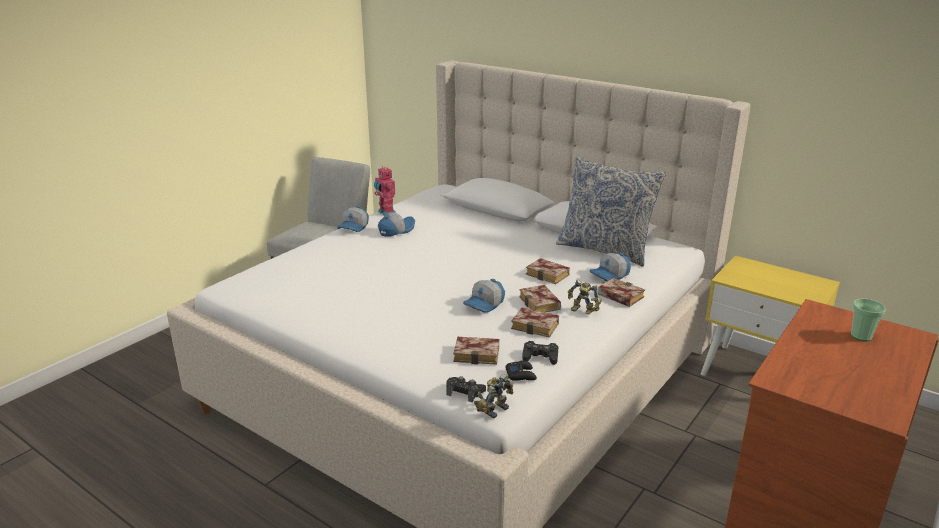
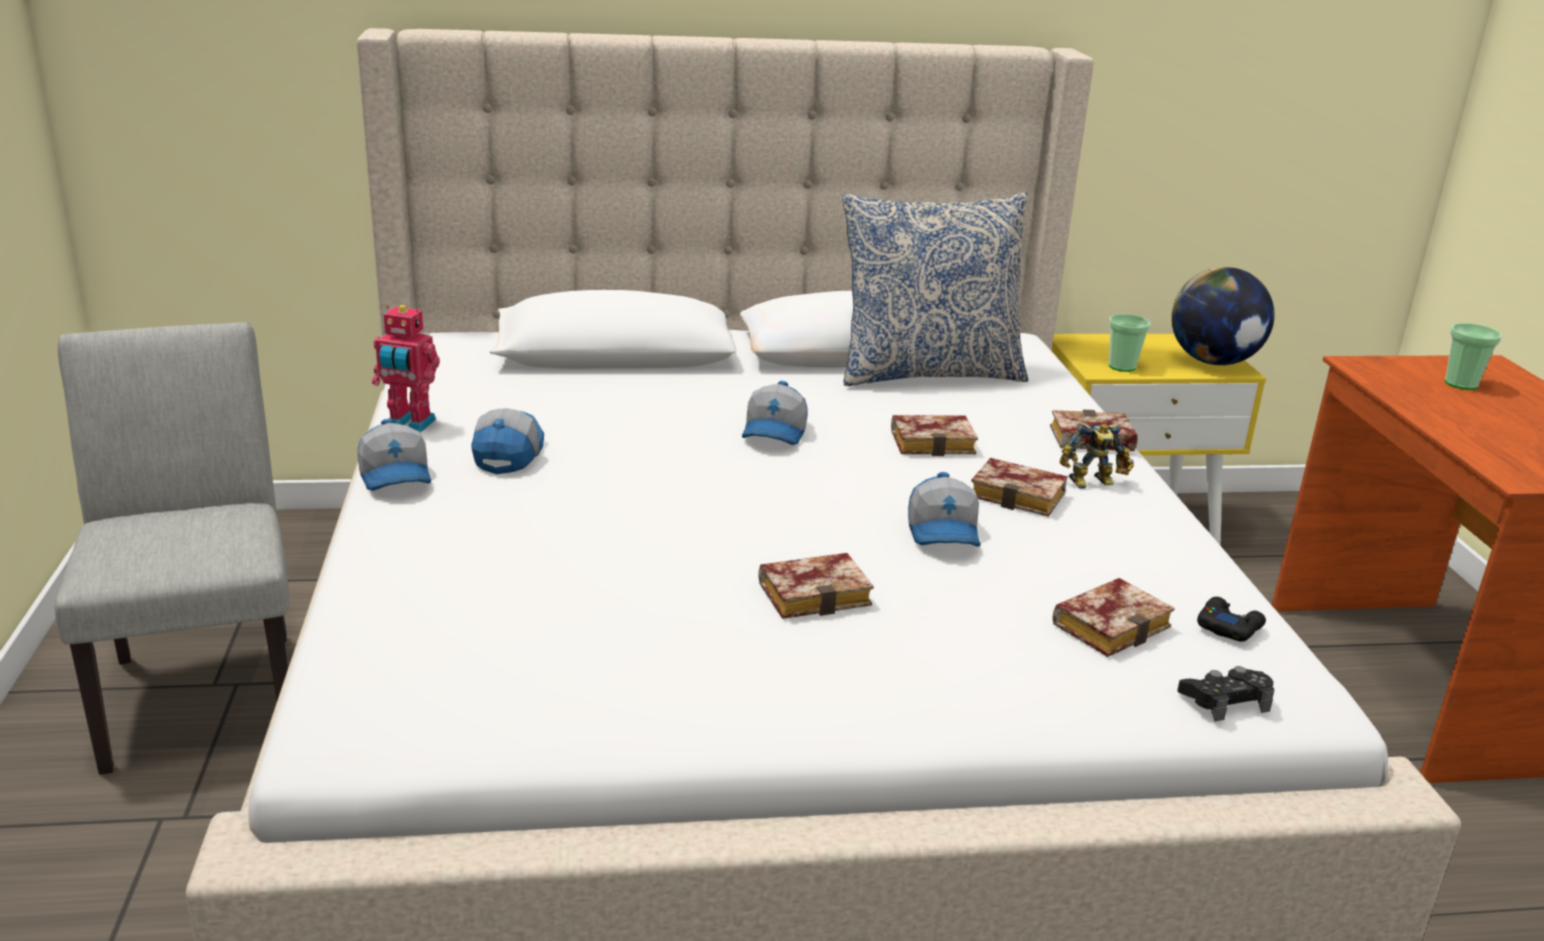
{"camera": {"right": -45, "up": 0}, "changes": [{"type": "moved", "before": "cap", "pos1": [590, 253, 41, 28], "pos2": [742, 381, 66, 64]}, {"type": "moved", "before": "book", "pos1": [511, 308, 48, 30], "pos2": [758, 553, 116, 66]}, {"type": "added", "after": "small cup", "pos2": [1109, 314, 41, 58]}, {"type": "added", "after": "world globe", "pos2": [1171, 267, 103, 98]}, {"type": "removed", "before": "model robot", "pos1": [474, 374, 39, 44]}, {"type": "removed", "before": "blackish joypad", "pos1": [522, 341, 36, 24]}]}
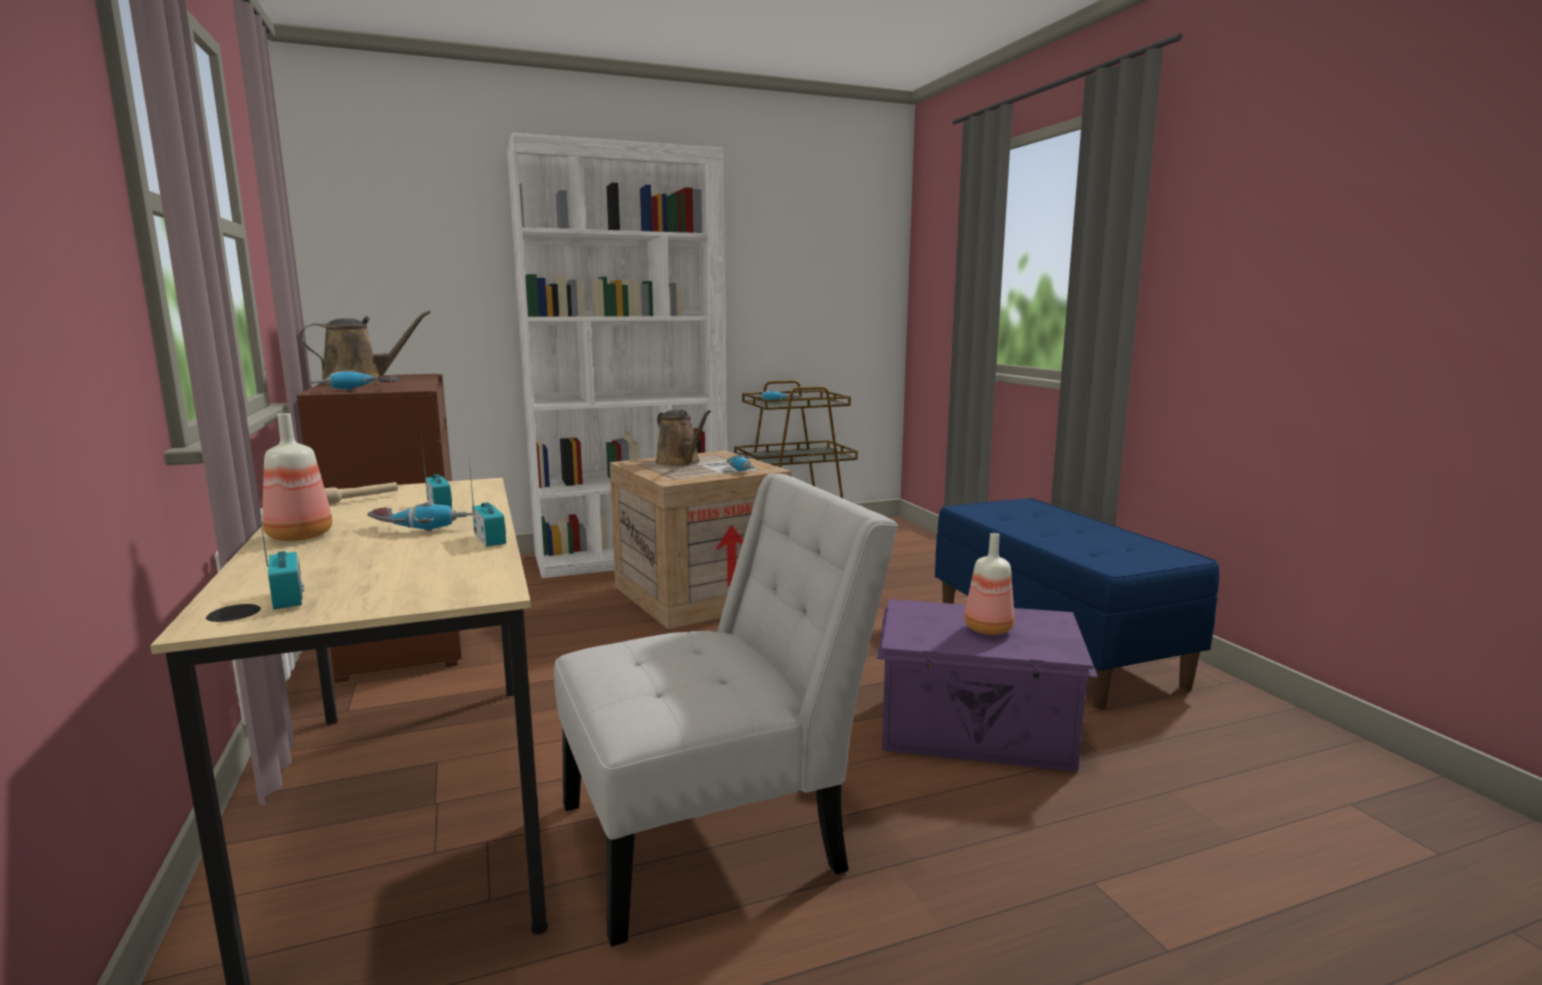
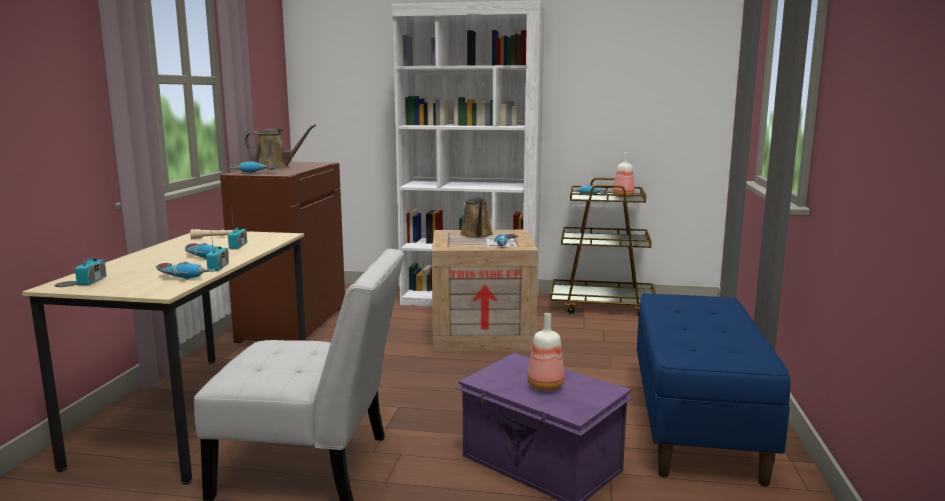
{"camera": {"right": 30, "up": 0}, "changes": [{"type": "added", "after": "electric drill", "pos2": [156, 262, 60, 17]}, {"type": "moved", "before": "bottle", "pos1": [262, 413, 71, 128], "pos2": [613, 152, 22, 45]}]}
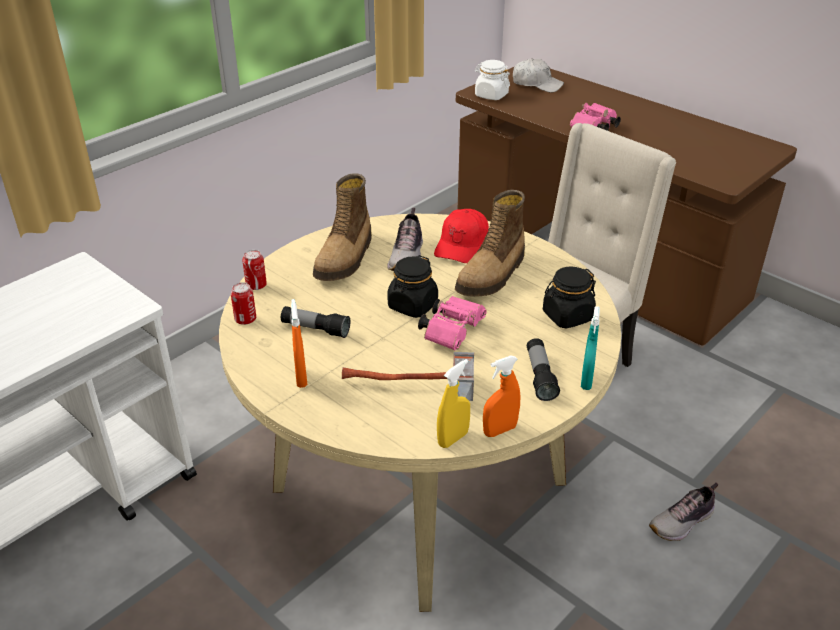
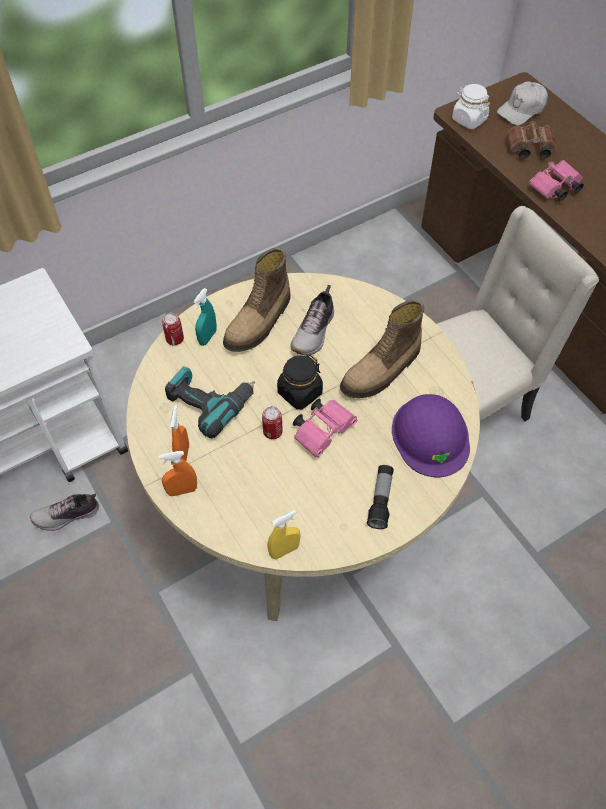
{"camera": {"right": 15, "up": 20}, "changes": [{"type": "moved", "before": "shoe", "pos1": [649, 483, 70, 58], "pos2": [30, 493, 69, 38]}, {"type": "moved", "before": "orangey spray bottle", "pos1": [483, 355, 37, 82], "pos2": [159, 451, 38, 45]}, {"type": "replaced", "before": "flashlight", "after": "electric drill", "pos1": [281, 306, 69, 32], "pos2": [165, 366, 90, 72]}, {"type": "moved", "before": "blue-green spray bottle", "pos1": [581, 306, 19, 84], "pos2": [194, 288, 23, 58]}, {"type": "moved", "before": "sealed can", "pos1": [231, 282, 25, 43], "pos2": [262, 406, 21, 33]}, {"type": "replaced", "before": "blackish preserve jar", "after": "purple safety helmet", "pos1": [543, 266, 53, 63], "pos2": [392, 394, 78, 83]}, {"type": "turned", "before": "whitish cap", "pos1": [513, 58, 51, 35], "pos2": [497, 81, 51, 44], "turn": 105}, {"type": "added", "after": "brown pair of binoculars", "pos2": [506, 121, 51, 38]}, {"type": "removed", "before": "hand hammer", "pos1": [342, 352, 132, 49]}, {"type": "removed", "before": "reddish cap", "pos1": [434, 209, 55, 54]}]}
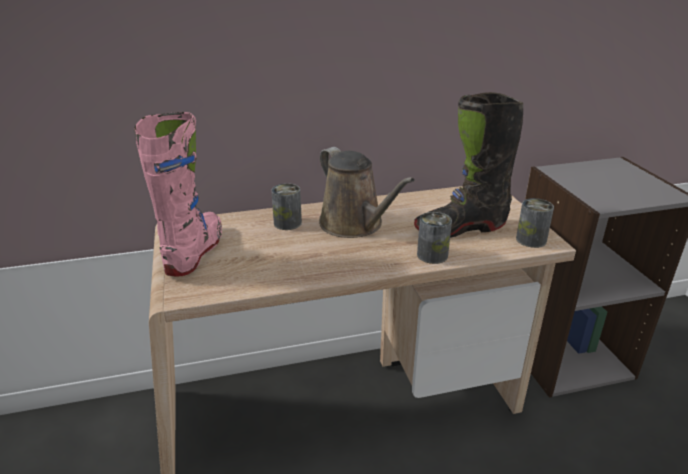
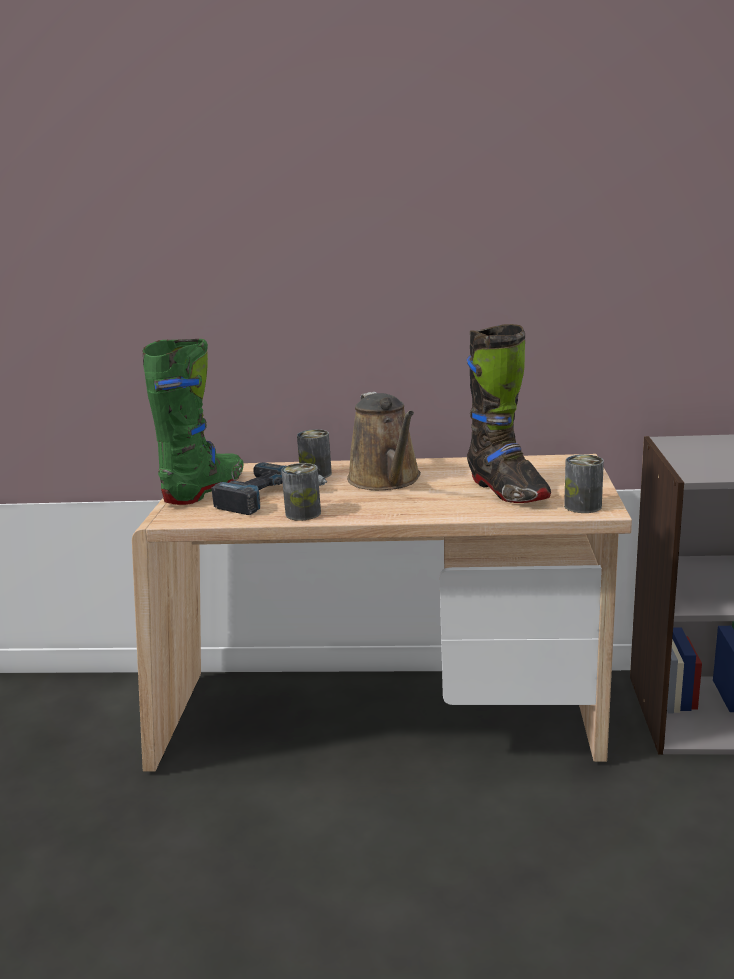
{"camera": {"right": 20, "up": -10}, "changes": [{"type": "recoloured", "before": "pink boot", "after": "green-coloured boot", "pos1": [134, 112, 88, 165], "pos2": [143, 339, 100, 166]}, {"type": "added", "after": "electric drill", "pos2": [211, 463, 116, 52]}, {"type": "moved", "before": "sealed can", "pos1": [417, 212, 35, 52], "pos2": [281, 463, 40, 58]}, {"type": "turned", "before": "blackish boot", "pos1": [414, 92, 109, 146], "pos2": [467, 324, 84, 179], "turn": -120}]}
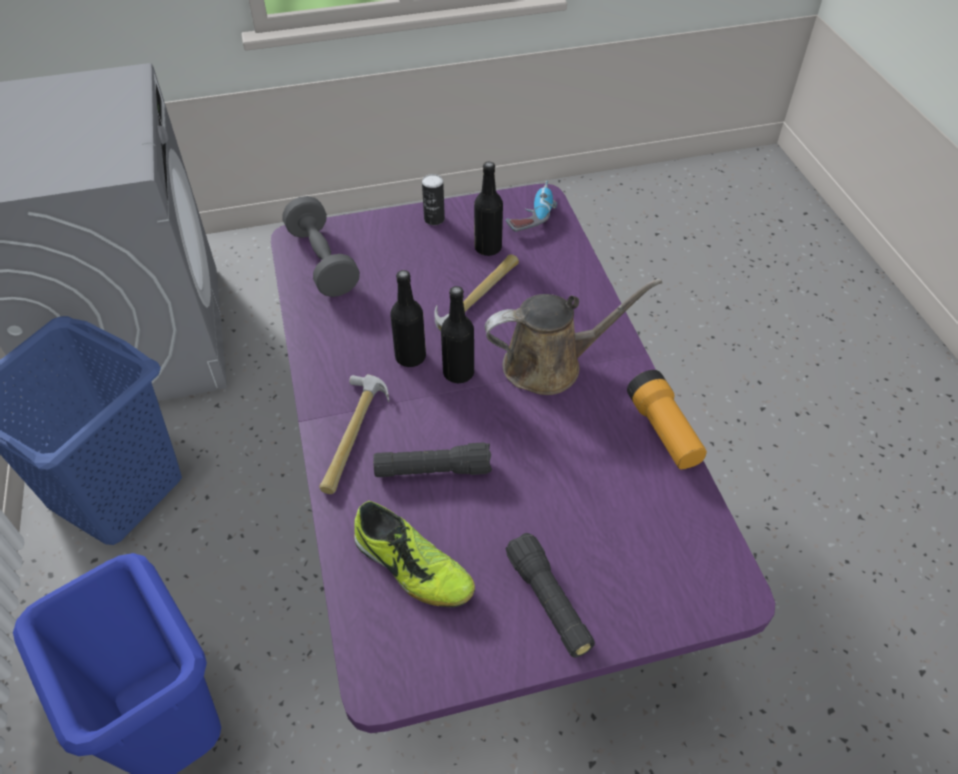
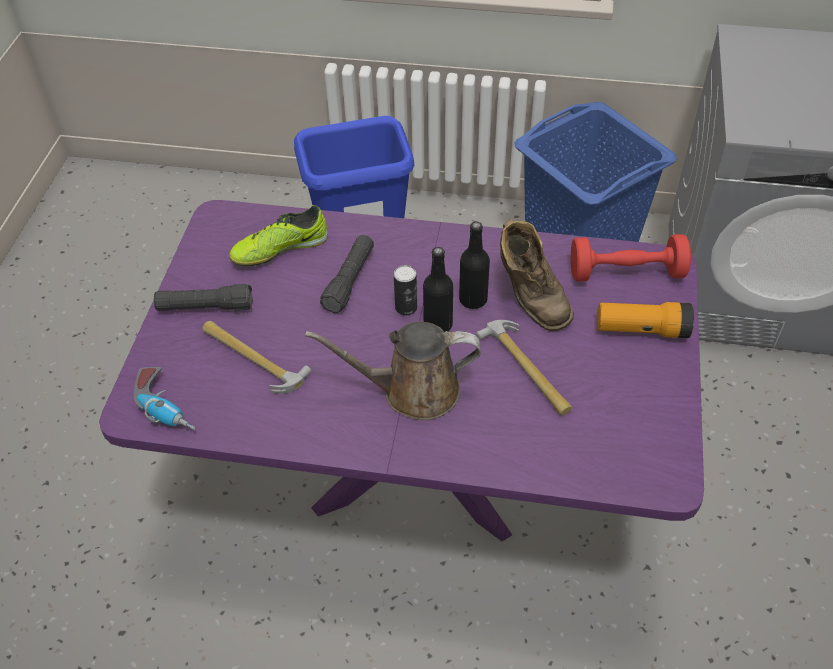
{"camera": {"right": 115, "up": 0}, "changes": [{"type": "moved", "before": "electric drill", "pos1": [506, 181, 51, 51], "pos2": [134, 367, 61, 63]}, {"type": "moved", "before": "hand hammer", "pos1": [319, 374, 70, 120], "pos2": [202, 321, 109, 73]}, {"type": "turned", "before": "brown sprinkling can", "pos1": [485, 278, 177, 117], "pos2": [305, 322, 176, 98], "turn": 75}, {"type": "moved", "before": "sealed can", "pos1": [422, 174, 23, 51], "pos2": [394, 265, 23, 51]}, {"type": "added", "after": "brown boot", "pos2": [500, 219, 74, 112]}, {"type": "recoloured", "before": "gray hand weight", "after": "reddish hand weight", "pos1": [283, 196, 77, 101], "pos2": [571, 234, 120, 47]}, {"type": "moved", "before": "flashlight", "pos1": [627, 370, 80, 99], "pos2": [597, 302, 97, 36]}, {"type": "removed", "before": "blackish bottle", "pos1": [474, 162, 29, 94]}]}
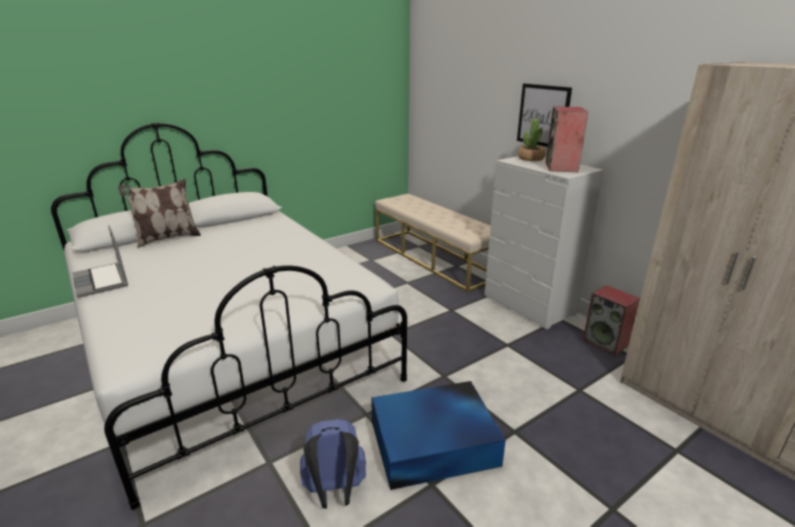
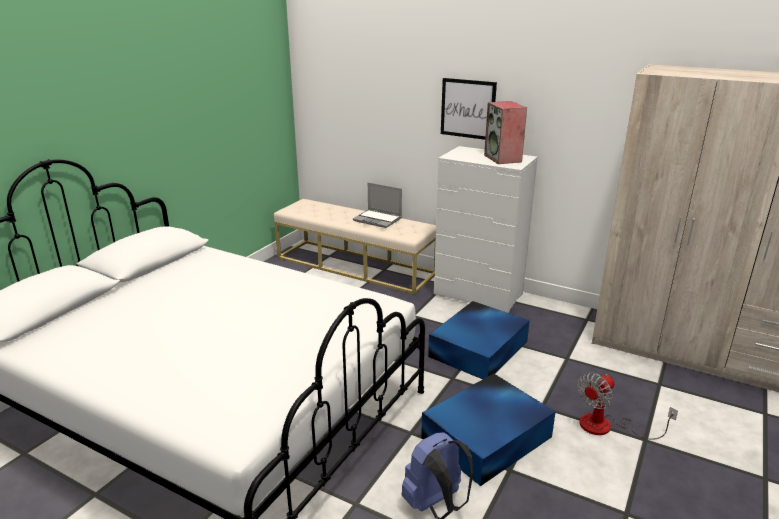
{"camera": {"right": -25, "up": 0}, "changes": [{"type": "moved", "before": "laptop", "pos1": [72, 225, 56, 73], "pos2": [353, 183, 49, 45]}, {"type": "added", "after": "blue storage container", "pos2": [428, 301, 102, 78]}, {"type": "added", "after": "fan", "pos2": [578, 373, 100, 67]}, {"type": "removed", "before": "cushion", "pos1": [118, 178, 83, 70]}, {"type": "removed", "before": "houseplant", "pos1": [518, 118, 27, 43]}, {"type": "removed", "before": "loudspeaker", "pos1": [583, 285, 57, 71]}]}
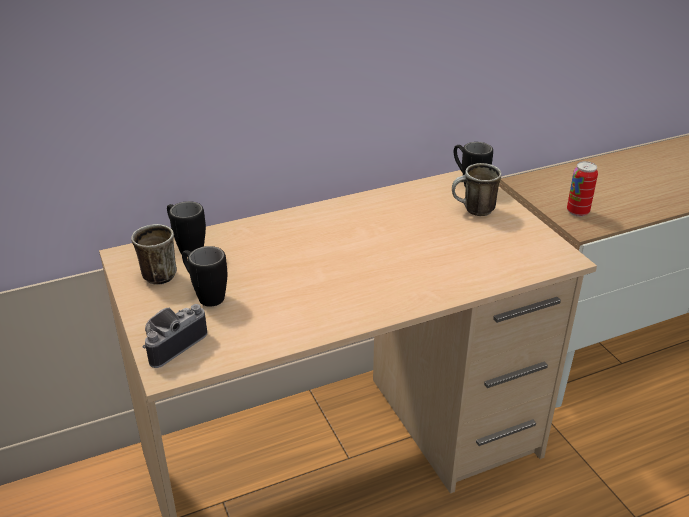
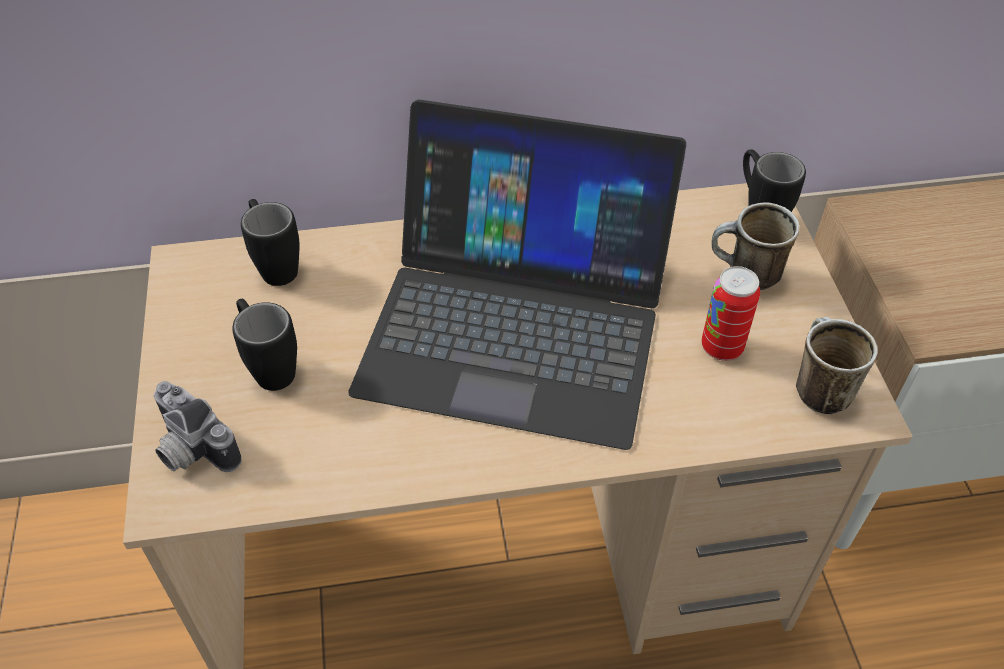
{"camera": {"right": 15, "up": 15}, "changes": [{"type": "turned", "before": "photo camera", "pos1": [143, 304, 64, 64], "pos2": [153, 381, 89, 91], "turn": -105}, {"type": "added", "after": "laptop", "pos2": [348, 100, 338, 350]}, {"type": "moved", "before": "sealed can", "pos1": [567, 161, 31, 56], "pos2": [702, 266, 58, 95]}, {"type": "moved", "before": "mug", "pos1": [131, 224, 46, 61], "pos2": [796, 317, 82, 98]}]}
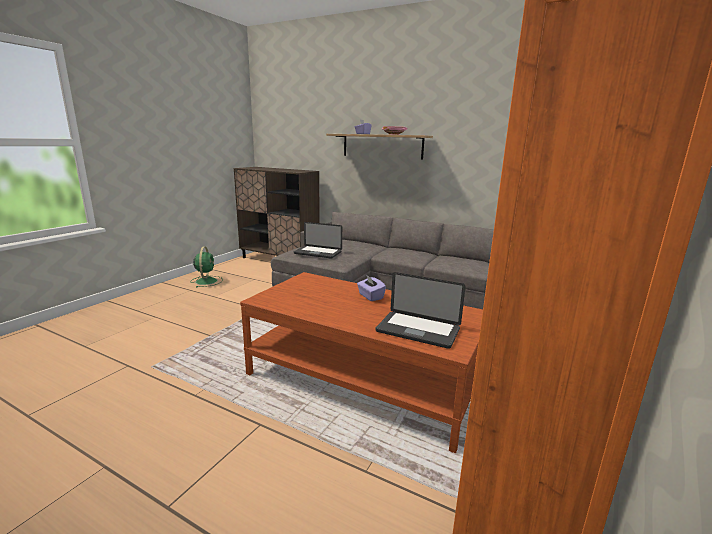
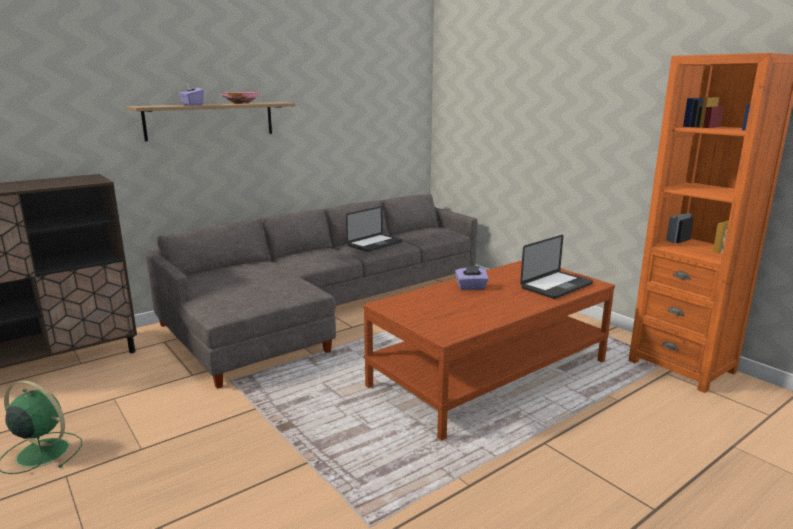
{"camera": {"right": -65, "up": 0}, "changes": [{"type": "moved", "before": "laptop", "pos1": [294, 222, 48, 37], "pos2": [346, 206, 57, 46]}]}
